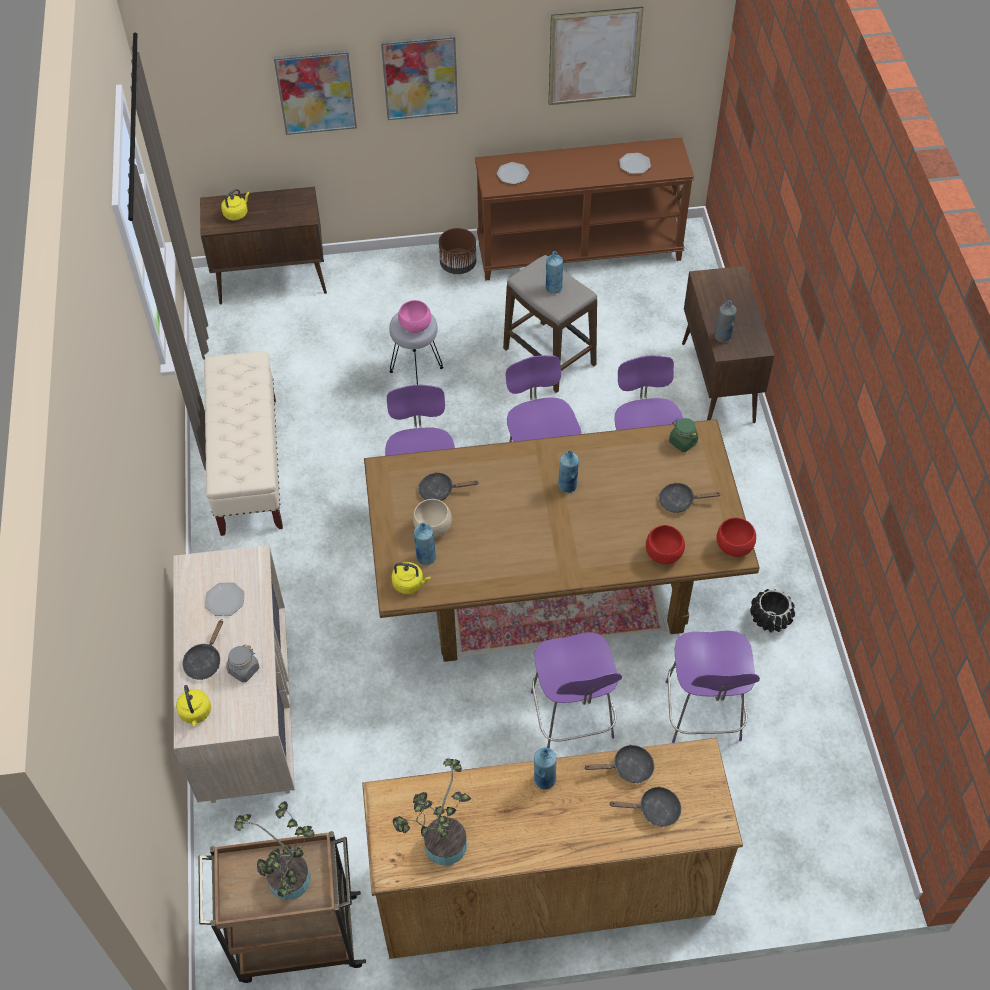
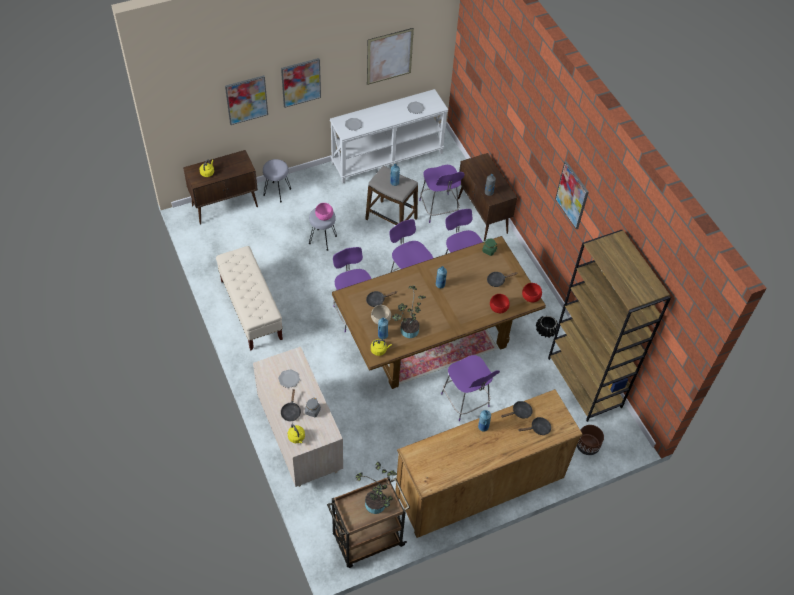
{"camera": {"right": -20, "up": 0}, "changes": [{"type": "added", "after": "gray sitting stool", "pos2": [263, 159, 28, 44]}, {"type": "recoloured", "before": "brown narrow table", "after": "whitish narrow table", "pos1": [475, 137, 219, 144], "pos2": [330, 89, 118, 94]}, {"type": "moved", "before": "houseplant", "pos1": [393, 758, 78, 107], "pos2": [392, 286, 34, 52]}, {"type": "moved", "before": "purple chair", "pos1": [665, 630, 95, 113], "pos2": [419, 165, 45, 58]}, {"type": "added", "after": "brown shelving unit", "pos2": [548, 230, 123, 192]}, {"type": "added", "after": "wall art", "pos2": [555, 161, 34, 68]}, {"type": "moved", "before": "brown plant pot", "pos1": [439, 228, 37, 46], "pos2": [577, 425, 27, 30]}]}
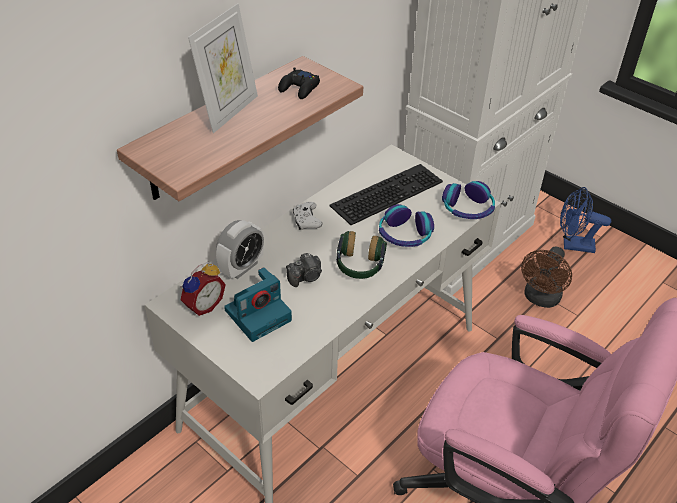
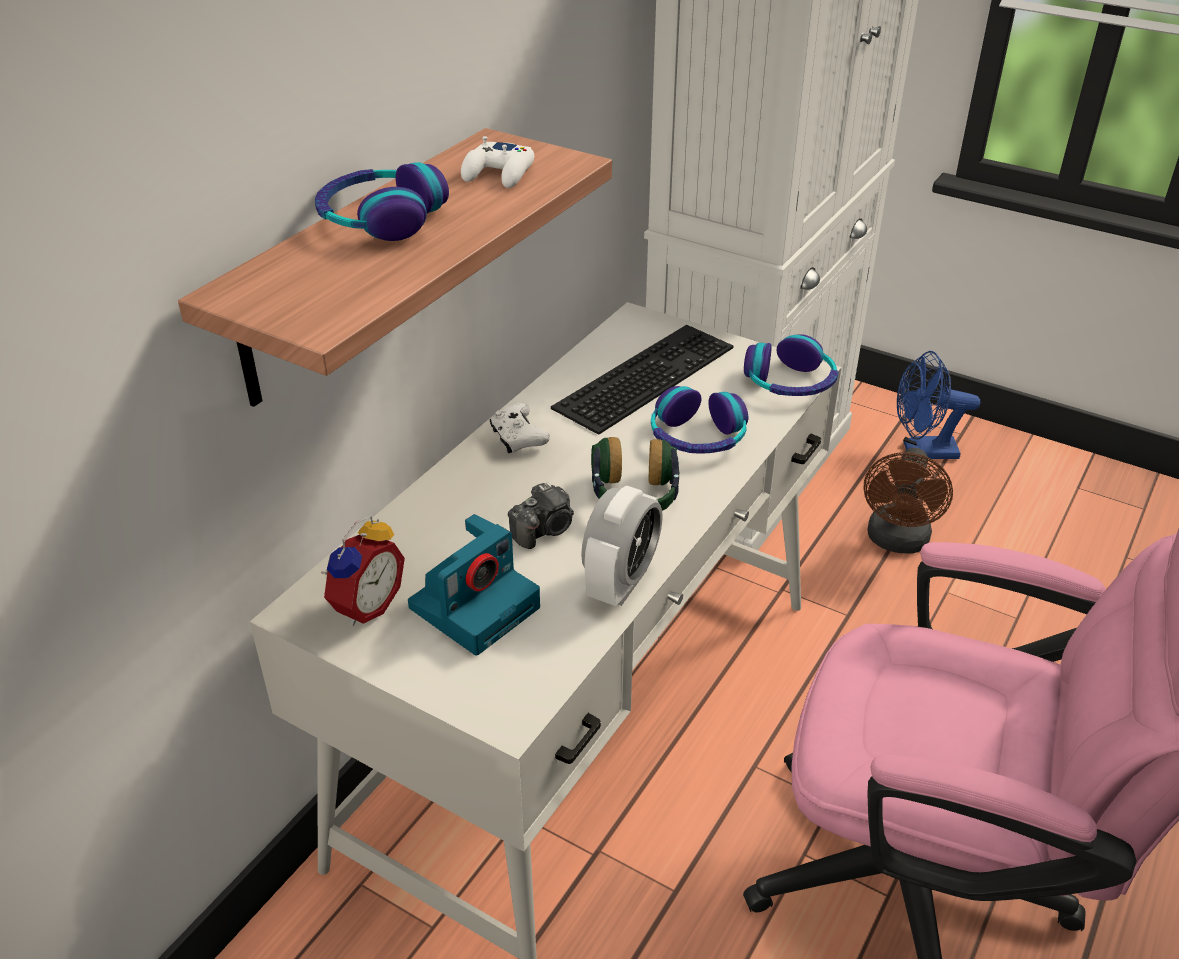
{"camera": {"right": -10, "up": -5}, "changes": [{"type": "replaced", "before": "picture frame", "after": "headphones", "pos1": [188, 3, 70, 130], "pos2": [315, 162, 134, 79]}, {"type": "recoloured", "before": "blackish joypad", "after": "whitish joypad", "pos1": [278, 67, 42, 32], "pos2": [461, 136, 73, 52]}, {"type": "moved", "before": "table clock", "pos1": [216, 220, 48, 59], "pos2": [581, 485, 81, 121]}]}
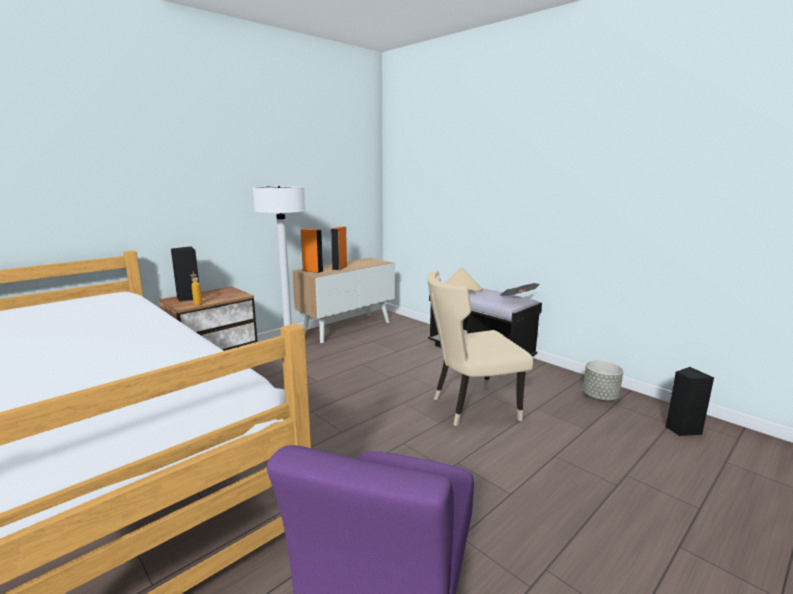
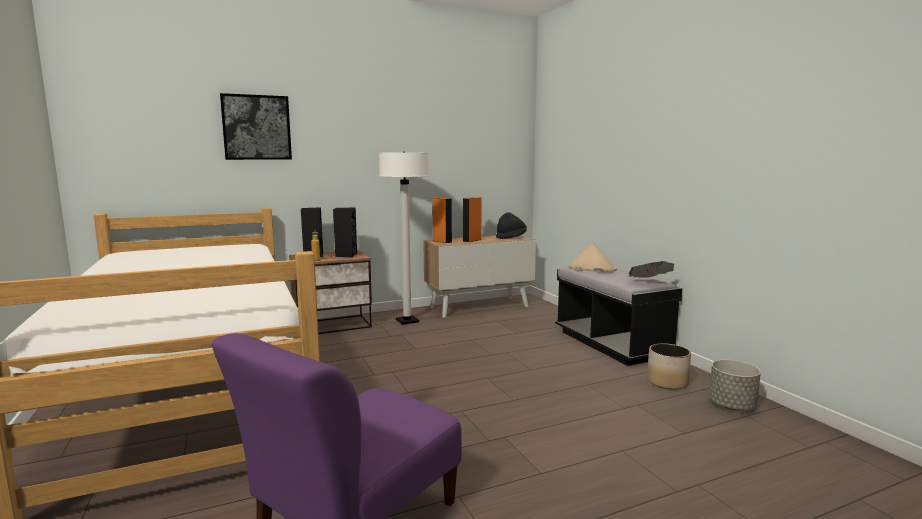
{"camera": {"right": 20, "up": -5}, "changes": [{"type": "added", "after": "wall art", "pos2": [220, 93, 72, 67]}, {"type": "moved", "before": "blackish loudspeaker", "pos1": [665, 367, 49, 69], "pos2": [333, 207, 24, 51]}, {"type": "added", "after": "blackish wearable hat", "pos2": [496, 212, 31, 27]}, {"type": "added", "after": "plant pot", "pos2": [647, 344, 44, 46]}, {"type": "removed", "before": "beige chair", "pos1": [427, 270, 106, 156]}]}
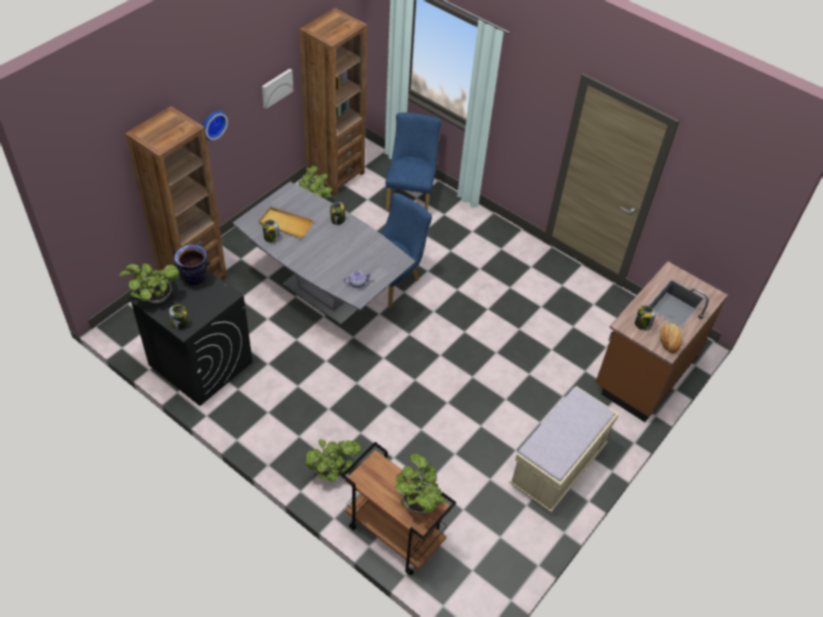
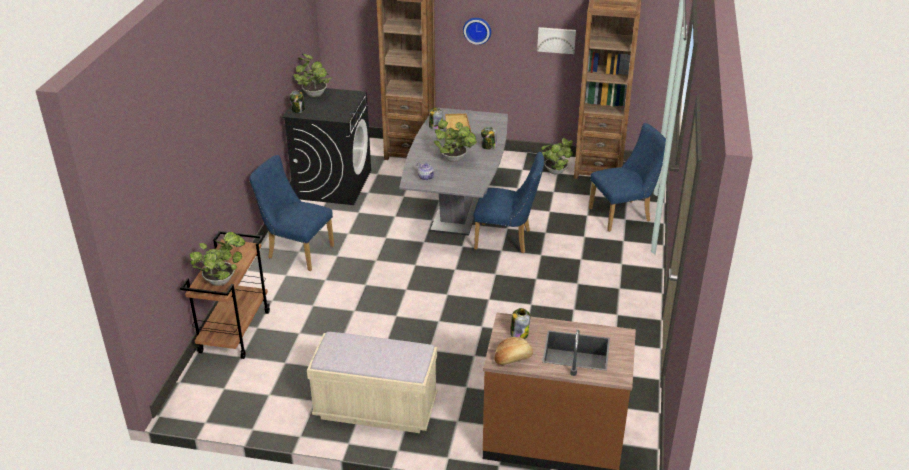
{"camera": {"right": 65, "up": -15}, "changes": [{"type": "added", "after": "blue chair", "pos2": [249, 155, 85, 116]}, {"type": "moved", "before": "houseplant", "pos1": [305, 439, 56, 43], "pos2": [434, 120, 43, 42]}, {"type": "removed", "before": "decorative vase", "pos1": [174, 244, 36, 42]}]}
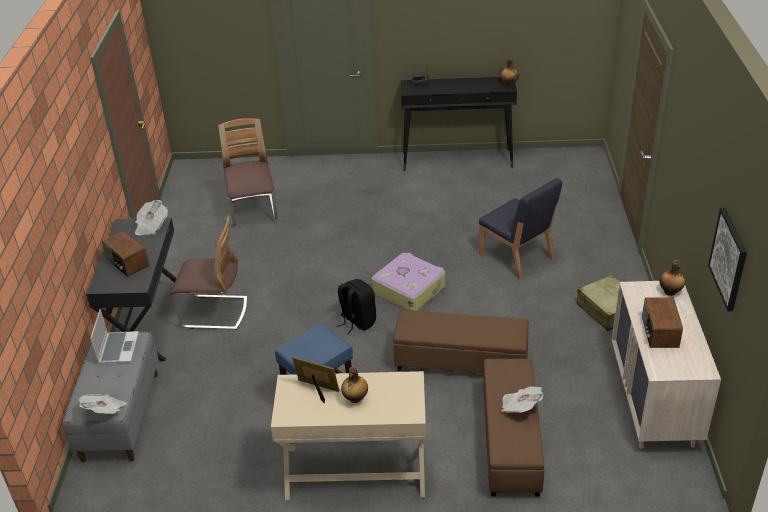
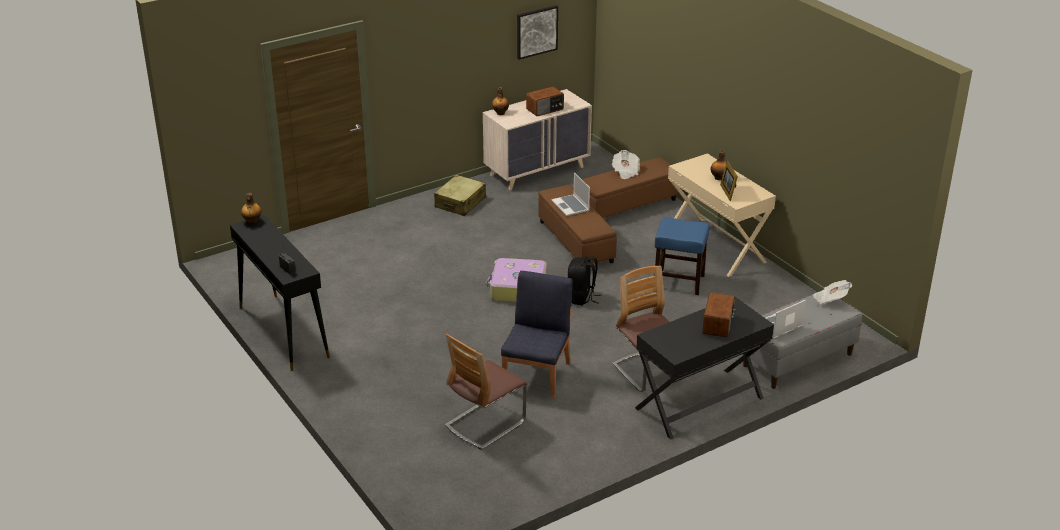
{"camera": {"right": -125, "up": -5}, "changes": [{"type": "moved", "before": "blue chair", "pos1": [479, 178, 83, 102], "pos2": [501, 271, 72, 127]}, {"type": "added", "after": "laptop", "pos2": [551, 172, 39, 44]}, {"type": "removed", "before": "newspaper", "pos1": [135, 200, 33, 35]}]}
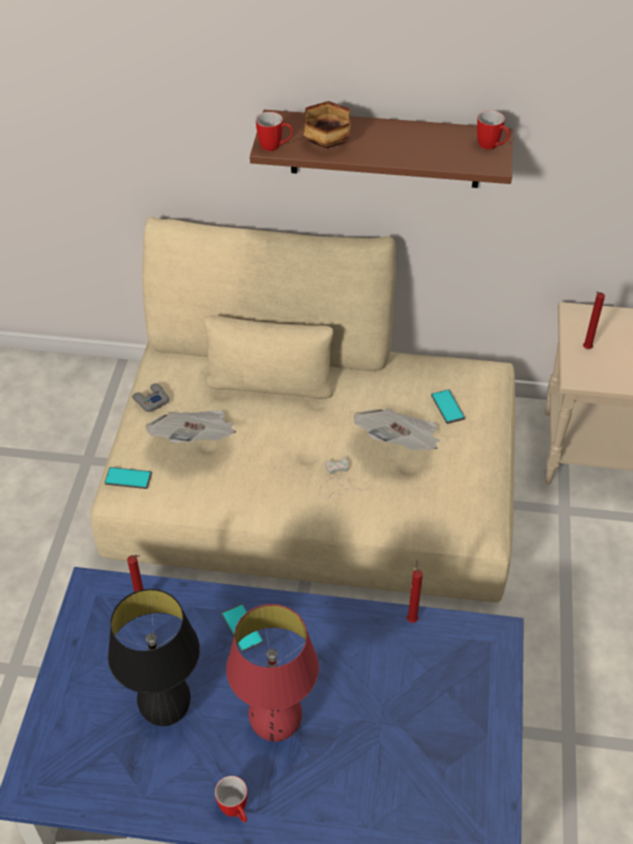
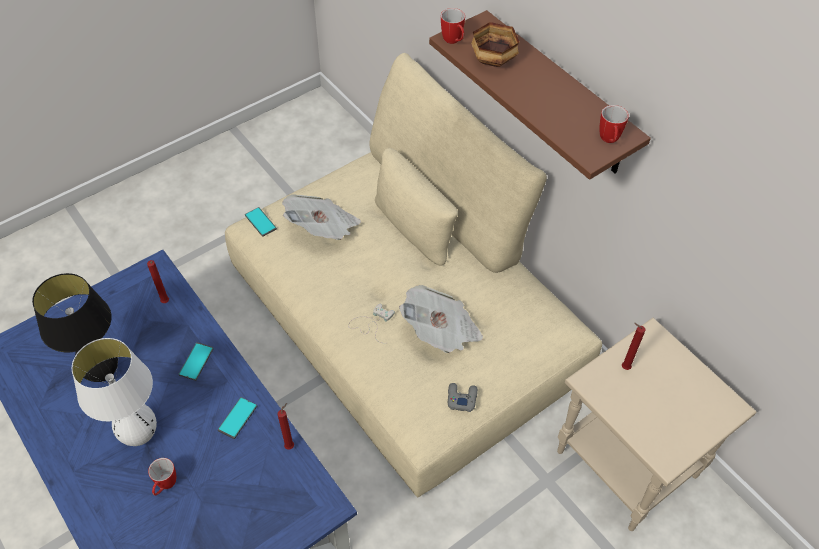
{"camera": {"right": 45, "up": 5}, "changes": [{"type": "recoloured", "before": "reddish table lamp", "after": "whitish table lamp", "pos1": [226, 604, 93, 138], "pos2": [72, 338, 85, 108]}, {"type": "moved", "before": "mug", "pos1": [215, 776, 32, 46], "pos2": [148, 458, 28, 37]}, {"type": "moved", "before": "handset", "pos1": [431, 389, 34, 35], "pos2": [218, 397, 39, 42]}, {"type": "moved", "before": "gray joypad", "pos1": [132, 383, 37, 29], "pos2": [448, 383, 30, 29]}]}
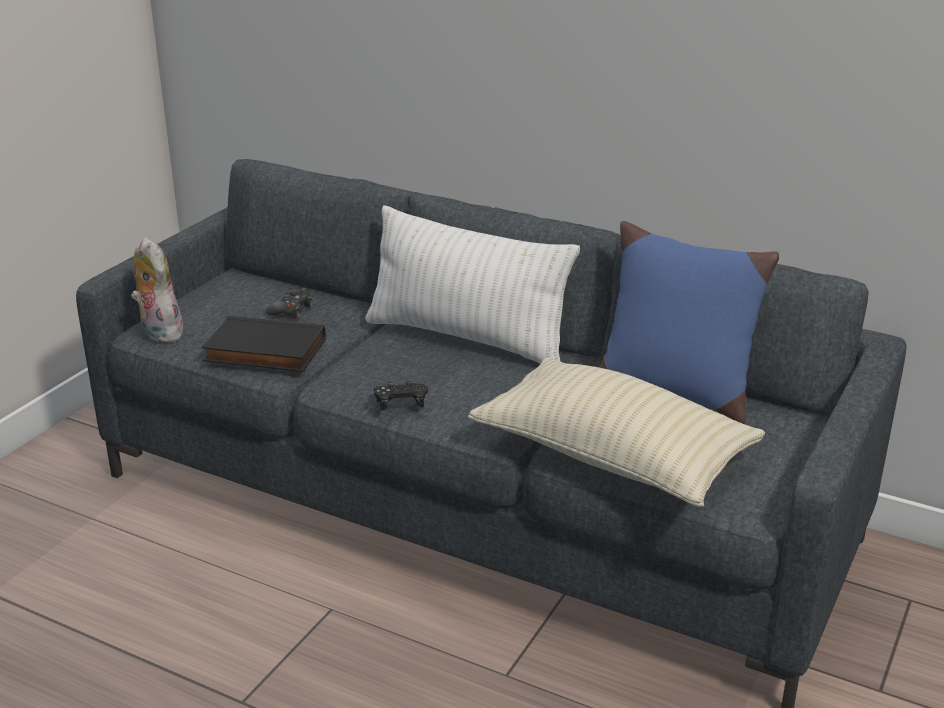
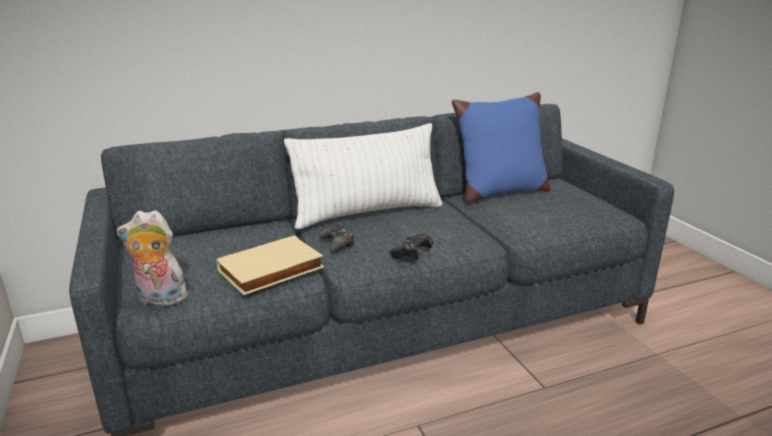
{"camera": {"right": -50, "up": -5}, "changes": [{"type": "recoloured", "before": "blackish book", "after": "beige book", "pos1": [202, 316, 124, 56], "pos2": [216, 235, 108, 60]}, {"type": "moved", "before": "blackish joypad", "pos1": [266, 288, 47, 30], "pos2": [319, 223, 36, 29]}, {"type": "removed", "before": "beige cushion", "pos1": [468, 357, 297, 150]}]}
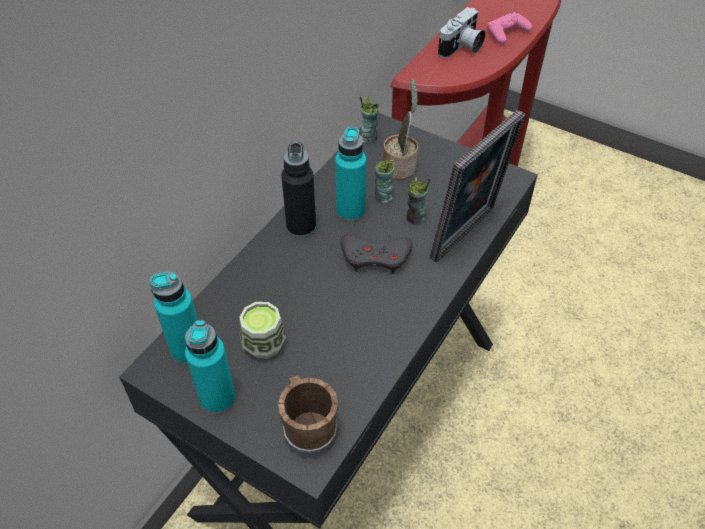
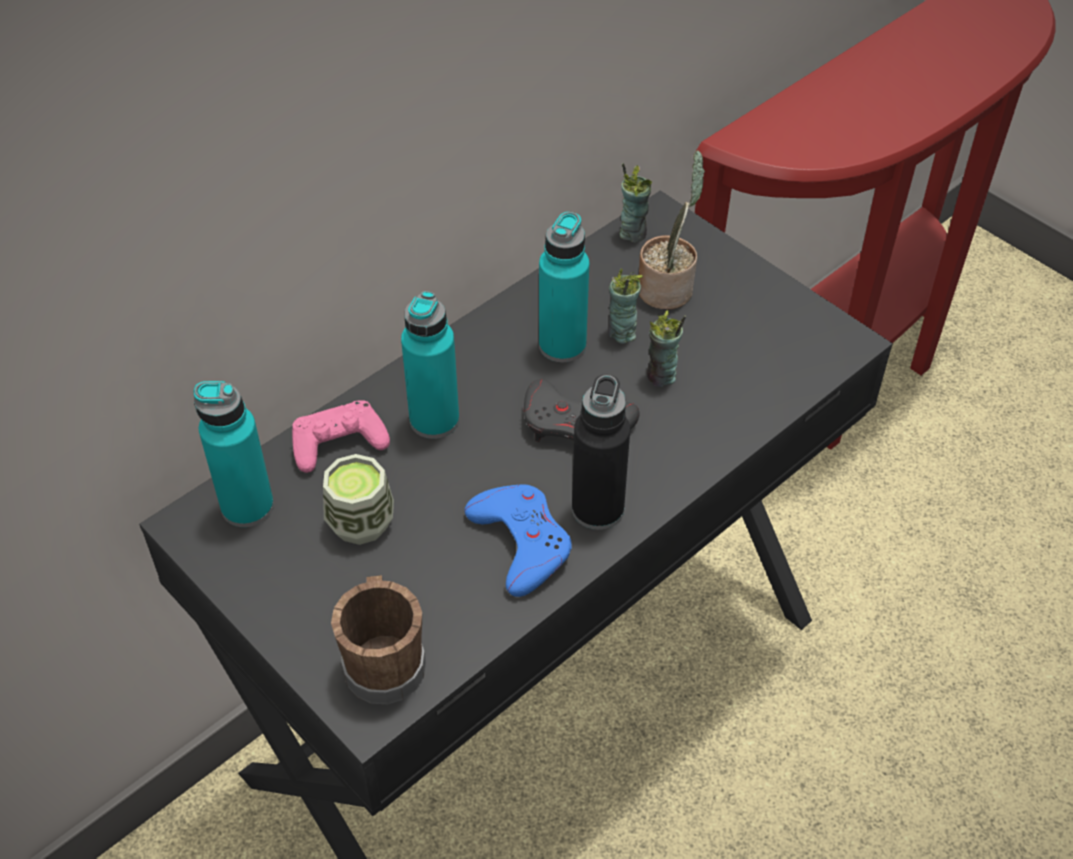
{"camera": {"right": 15, "up": 0}, "changes": [{"type": "moved", "before": "pink joypad", "pos1": [487, 12, 45, 32], "pos2": [292, 400, 98, 73]}, {"type": "moved", "before": "blue-green bottle", "pos1": [185, 320, 51, 94], "pos2": [401, 291, 58, 148]}, {"type": "added", "after": "blue joypad", "pos2": [464, 485, 108, 112]}, {"type": "moved", "before": "blackish bottle", "pos1": [281, 142, 35, 96], "pos2": [572, 375, 58, 155]}, {"type": "removed", "before": "picture frame", "pos1": [430, 109, 95, 154]}, {"type": "removed", "before": "photo camera", "pos1": [438, 7, 48, 51]}]}
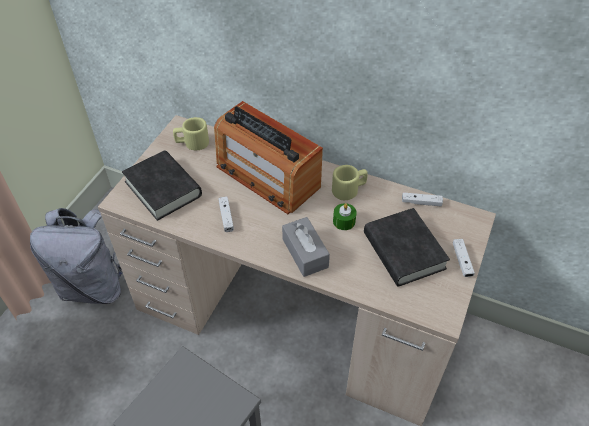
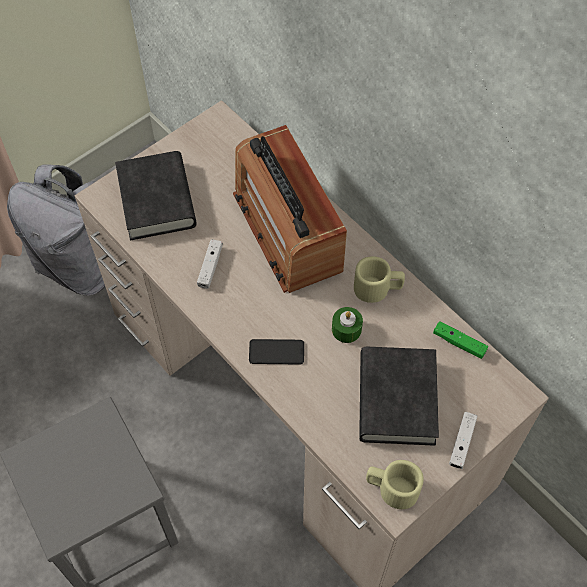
{"camera": {"right": 25, "up": 10}, "changes": [{"type": "replaced", "before": "gray tissue holder", "after": "handset", "pos1": [282, 217, 48, 60], "pos2": [249, 339, 55, 26]}, {"type": "moved", "before": "beige mug", "pos1": [173, 117, 36, 33], "pos2": [366, 460, 58, 49]}, {"type": "recoloured", "before": "whitish joypad", "after": "green-coloured joypad", "pos1": [402, 192, 41, 14], "pos2": [433, 321, 55, 38]}]}
